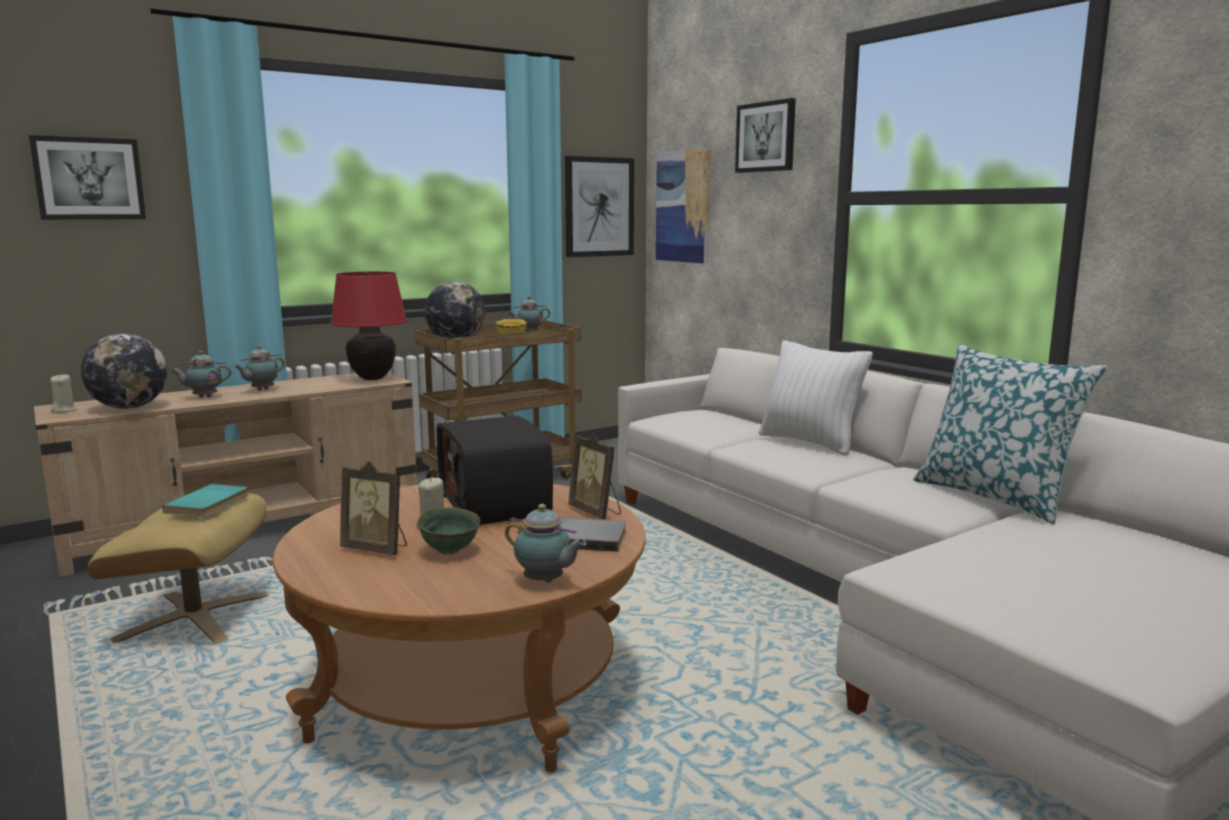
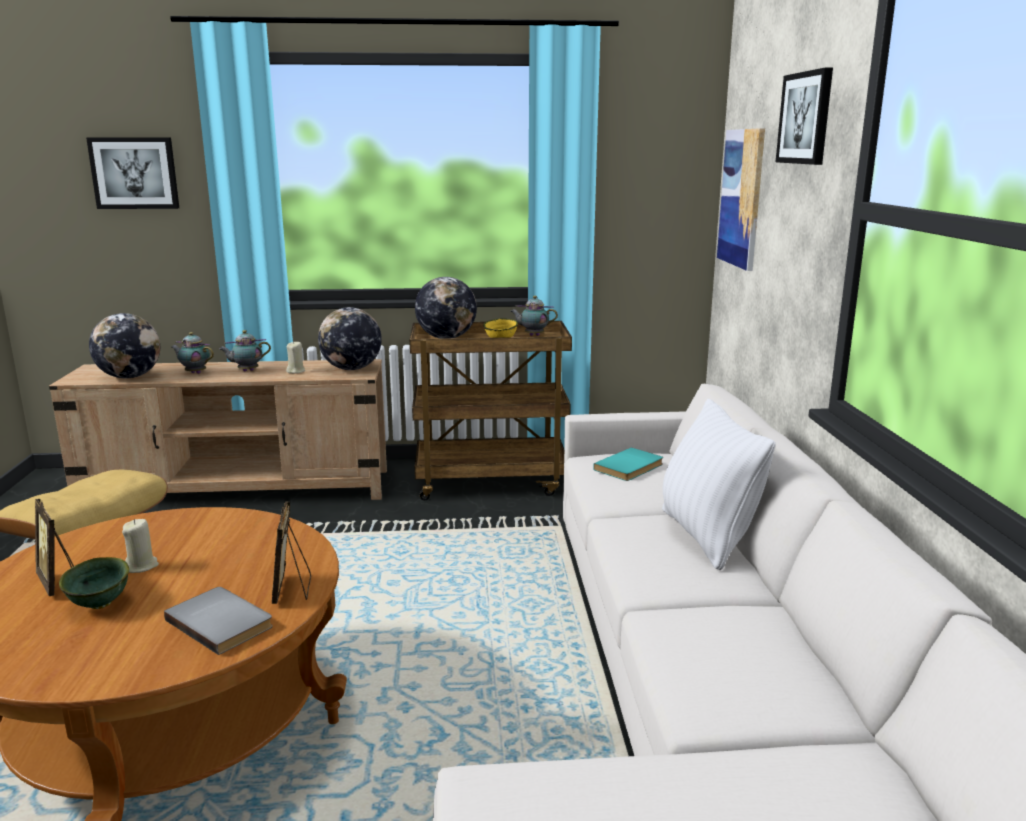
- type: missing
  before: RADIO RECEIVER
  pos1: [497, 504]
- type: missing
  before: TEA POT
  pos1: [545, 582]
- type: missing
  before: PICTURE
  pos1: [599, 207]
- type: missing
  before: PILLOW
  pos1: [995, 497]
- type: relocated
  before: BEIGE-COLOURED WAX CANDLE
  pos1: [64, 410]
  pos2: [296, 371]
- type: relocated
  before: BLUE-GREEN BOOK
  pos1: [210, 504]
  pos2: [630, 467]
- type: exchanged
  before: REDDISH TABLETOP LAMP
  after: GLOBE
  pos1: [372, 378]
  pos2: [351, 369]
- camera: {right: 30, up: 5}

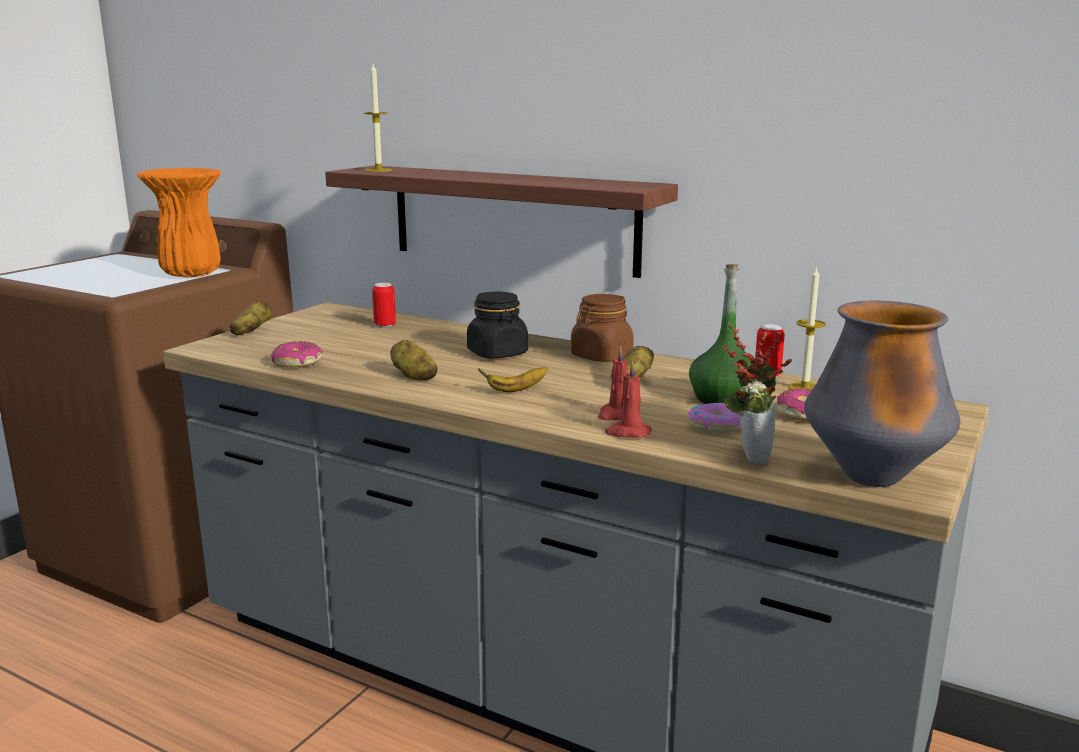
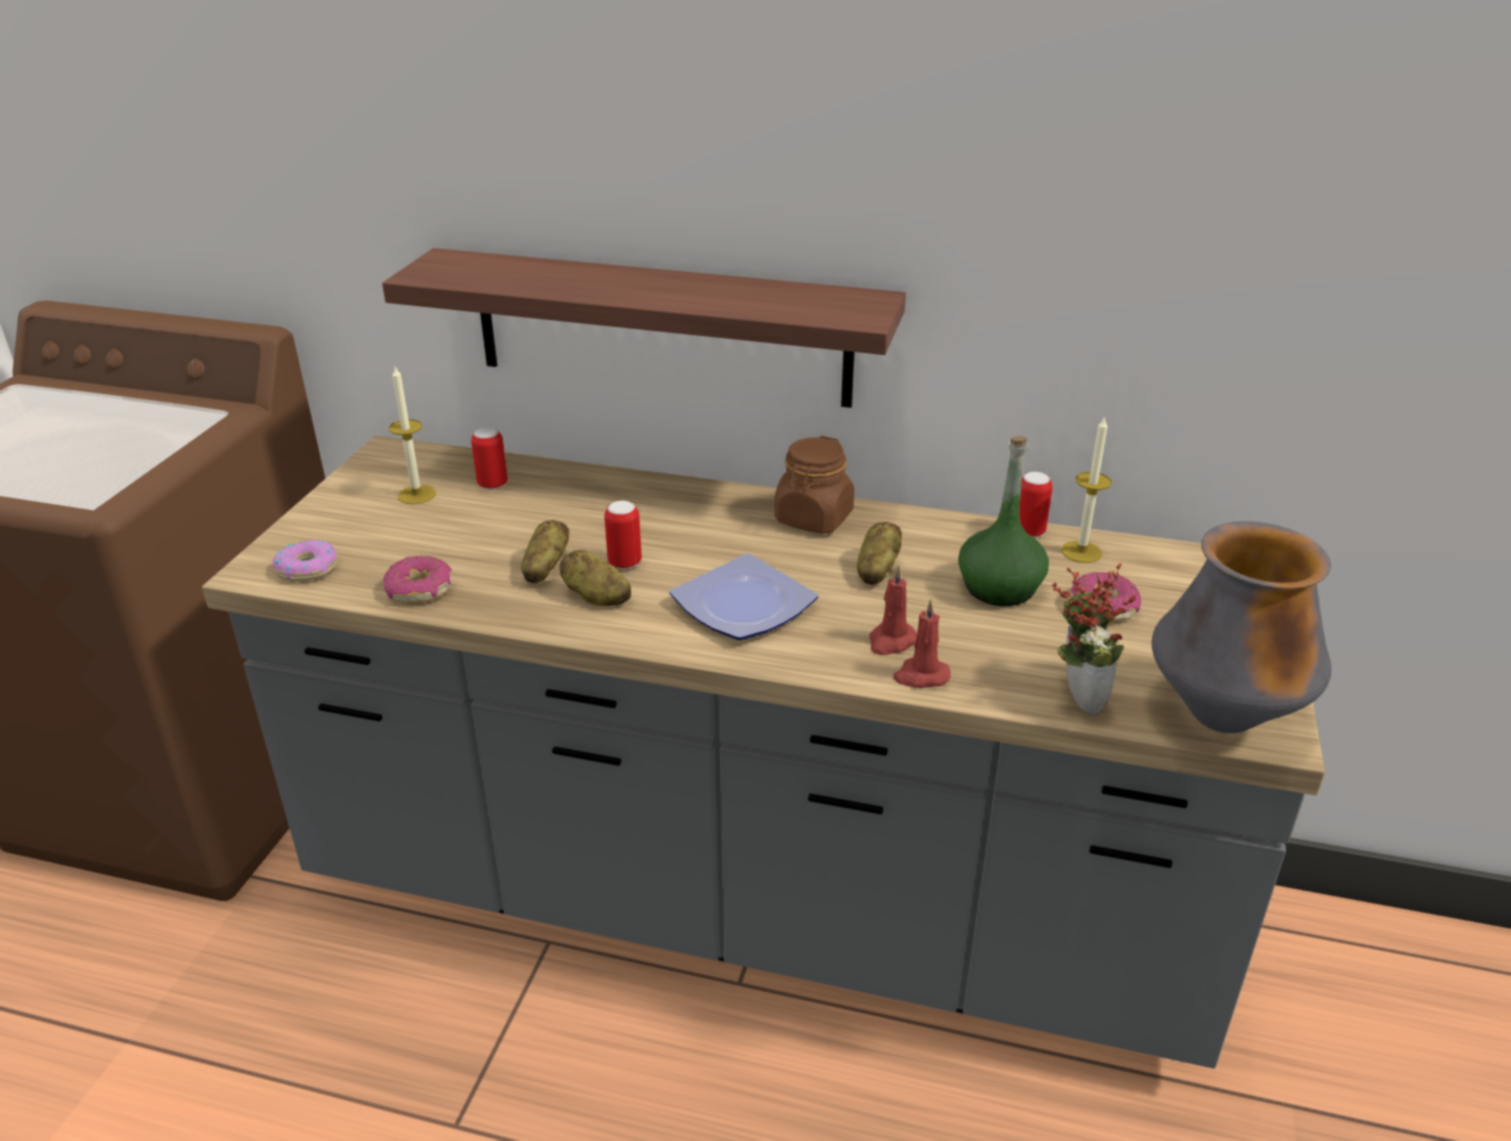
- type: missing
  before: ORANGEY DECORATIVE VASE
  pos1: [190, 274]
- type: missing
  before: BLACK PRESERVE JAR
  pos1: [498, 353]
- type: appeared
  after: METAL CAN
  pos2: [625, 563]
- type: relocated
  before: WHOLE POTATO
  pos1: [251, 332]
  pos2: [545, 568]
- type: relocated
  before: WAX CANDLE
  pos1: [378, 170]
  pos2: [417, 495]
- type: relocated
  before: DOUGHNUT
  pos1: [715, 426]
  pos2: [307, 569]
- type: exchanged
  before: BANANA FRUIT
  after: FLAT DISH
  pos1: [516, 390]
  pos2: [743, 607]
- camera: {right: -15, up: 15}

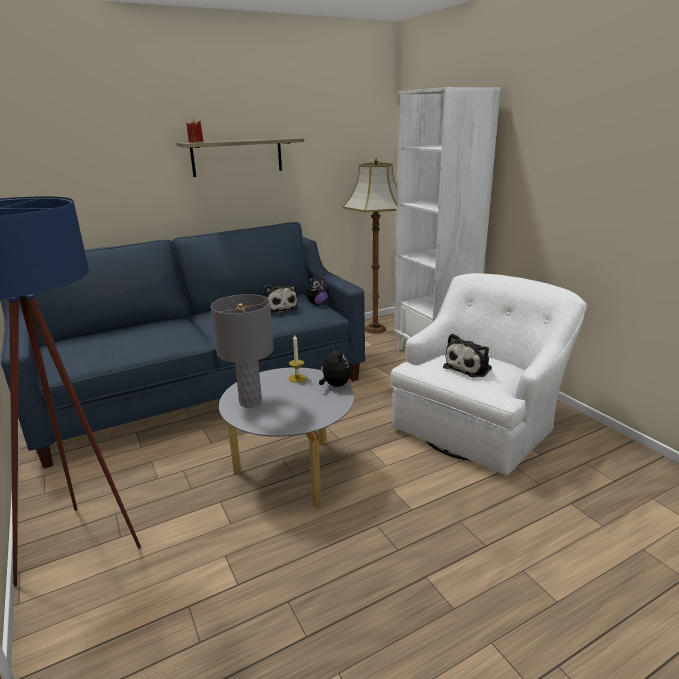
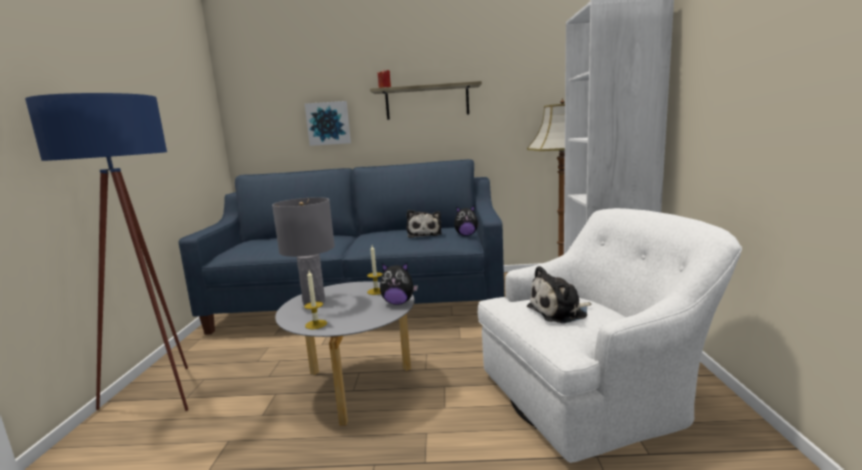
- type: appeared
  after: WAX CANDLE
  pos2: [316, 324]
- type: appeared
  after: PICTURE
  pos2: [328, 123]
- type: spun
  before: PLUSH TOY
  pos1: [334, 385]
  pos2: [398, 302]
  turn: 90
- camera: {right: 30, up: -10}

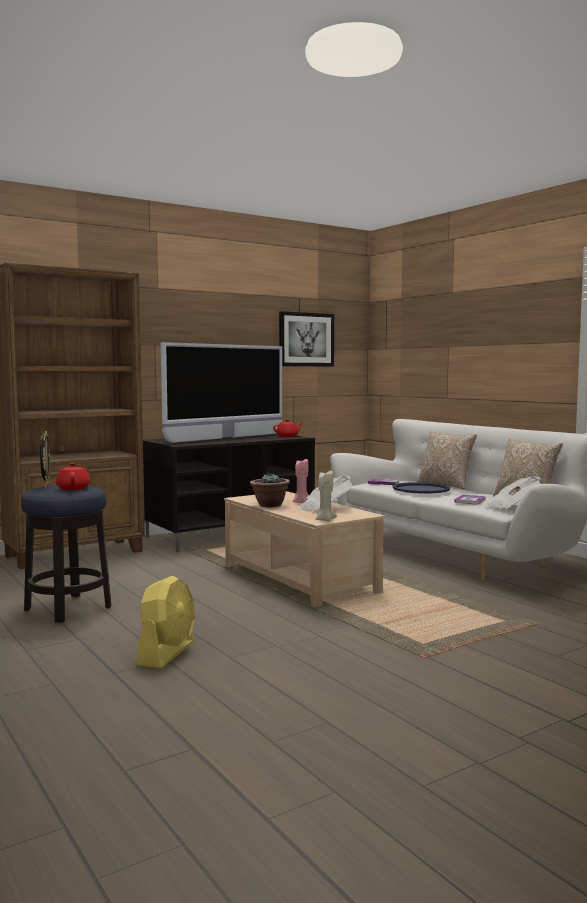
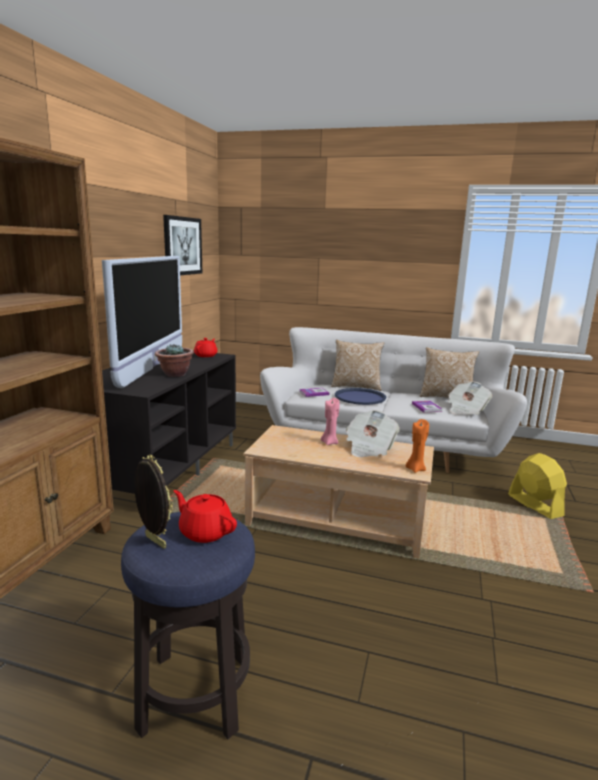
- type: relocated
  before: YELLOW ELECTRIC FAN
  pos1: [167, 653]
  pos2: [534, 505]
- type: relocated
  before: HOUSEPLANT
  pos1: [269, 505]
  pos2: [175, 374]
- type: colour
  before: BEIGE-COLOURED WAX CANDLE
  after: ORANGEY WAX CANDLE
  pos1: [325, 520]
  pos2: [415, 469]
- camera: {right: -40, up: 10}

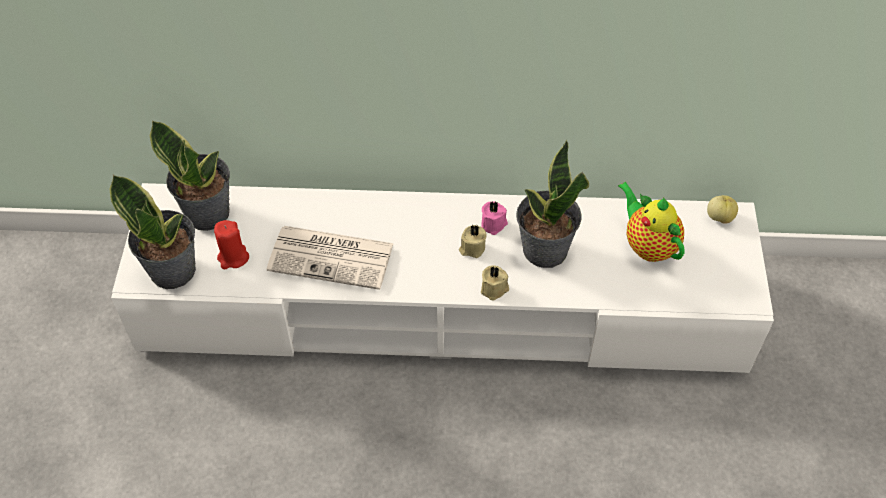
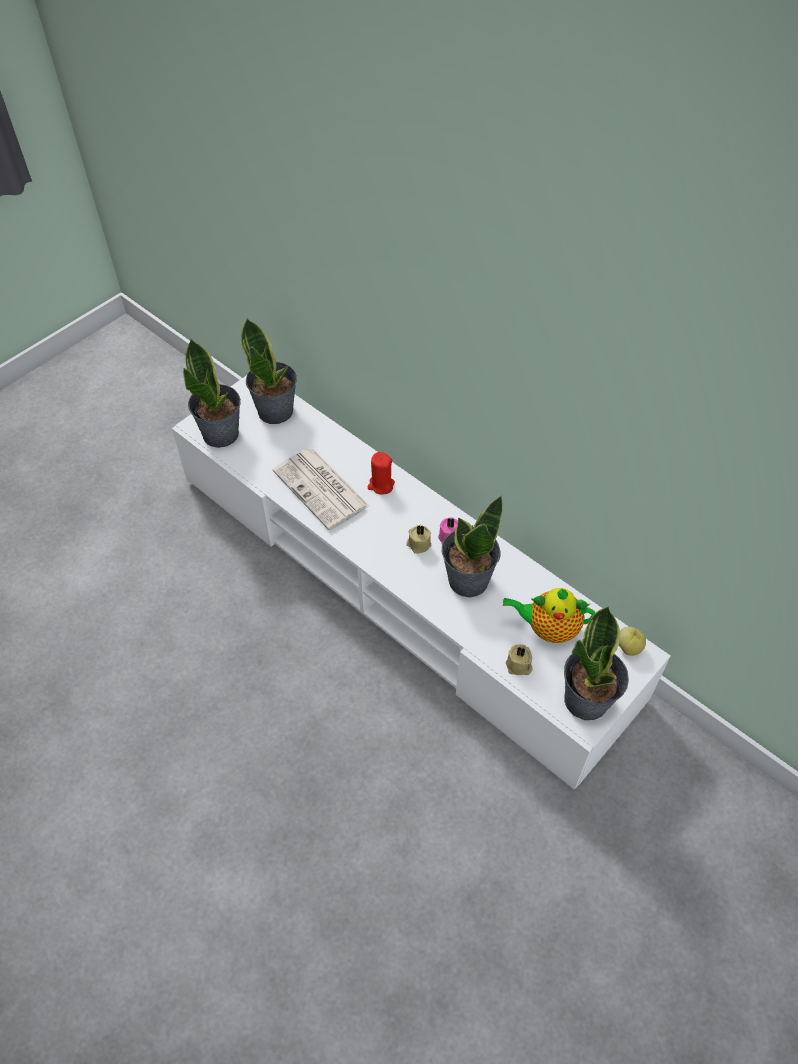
- type: appeared
  after: HOUSEPLANT
  pos2: [587, 700]
- type: relocated
  before: REDDISH WAX CANDLE
  pos1: [233, 257]
  pos2: [381, 485]
- type: relocated
  before: BEIGE-COLOURED WAX CANDLE
  pos1: [495, 289]
  pos2: [519, 666]
- type: spun
  before: TEA POT
  pos1: [648, 245]
  pos2: [548, 628]
  turn: -90
- camera: {right: 40, up: 0}

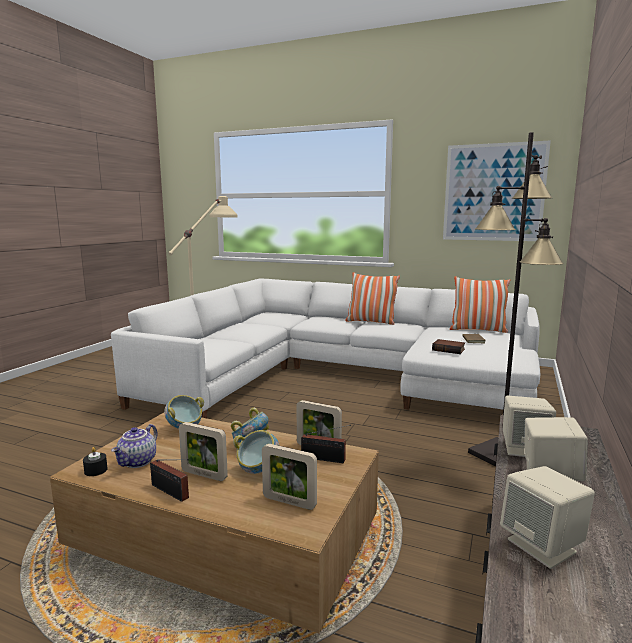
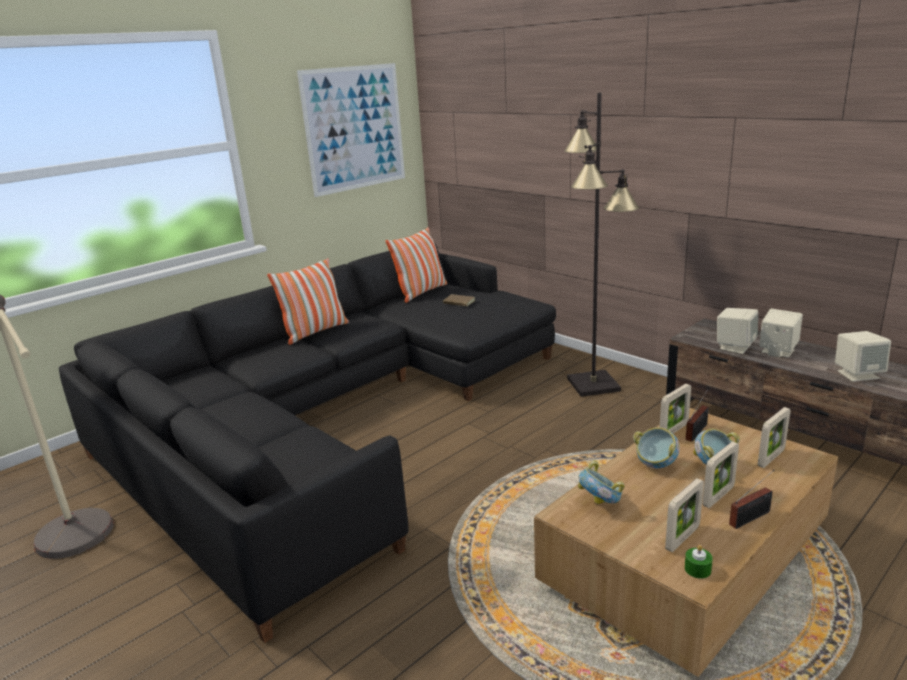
- type: missing
  before: BOOK
  pos1: [449, 349]
- type: exchanged
  before: TEA POT
  after: PICTURE FRAME
  pos1: [138, 462]
  pos2: [682, 538]
- type: colour
  before: BLACK WAX CANDLE
  after: GREEN WAX CANDLE
  pos1: [96, 470]
  pos2: [697, 569]
- type: colour
  before: WHITE SOFA
  after: BLACK SOFA
  pos1: [339, 375]
  pos2: [333, 416]
- camera: {right: -65, up: 10}

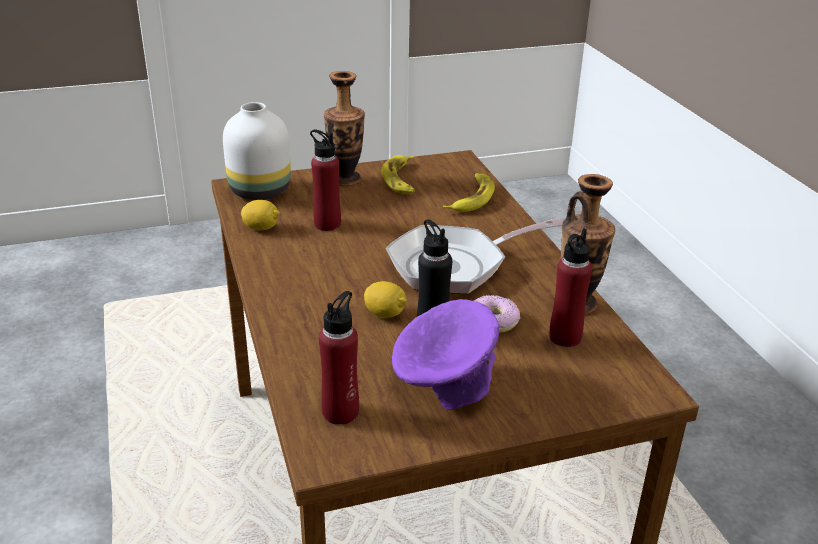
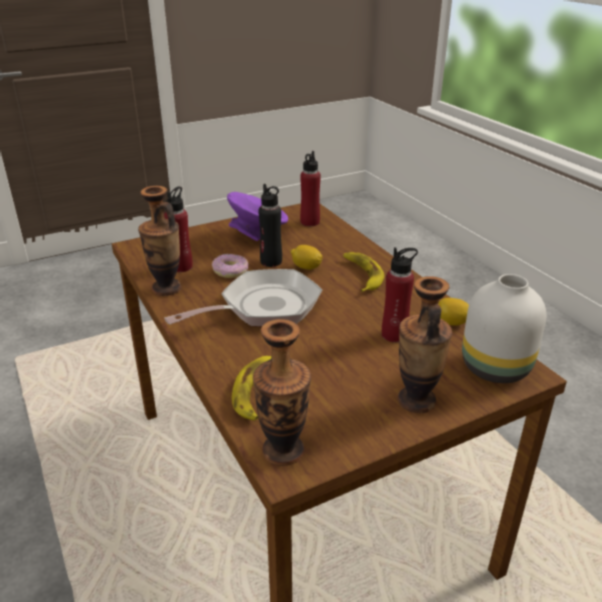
- type: appeared
  after: DECORATIVE VASE
  pos2: [283, 451]
- type: relocated
  before: BANANA FRUIT
  pos1: [401, 179]
  pos2: [362, 275]
- camera: {right: 170, up: 0}

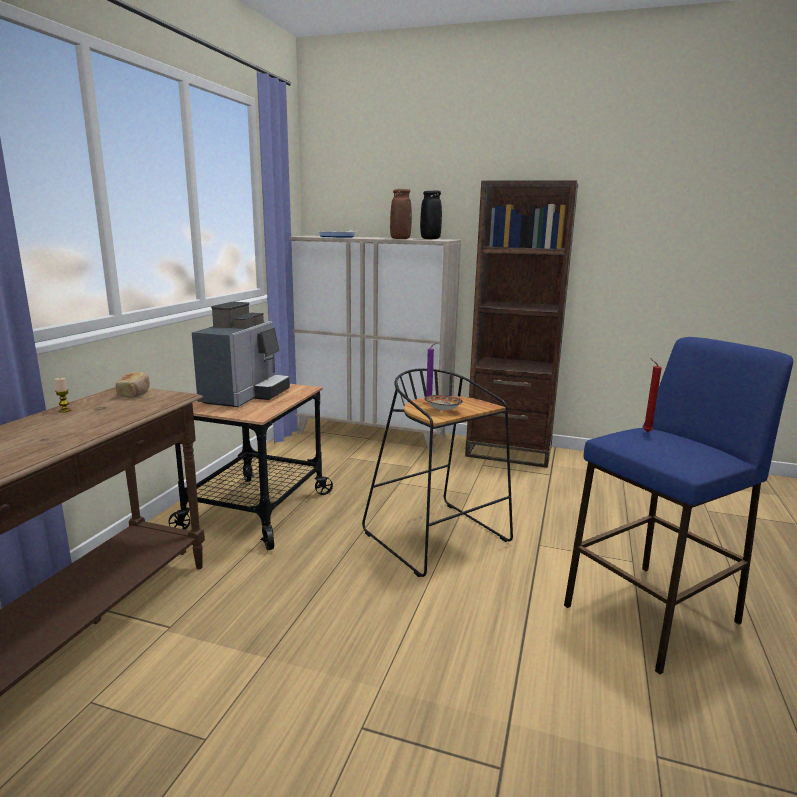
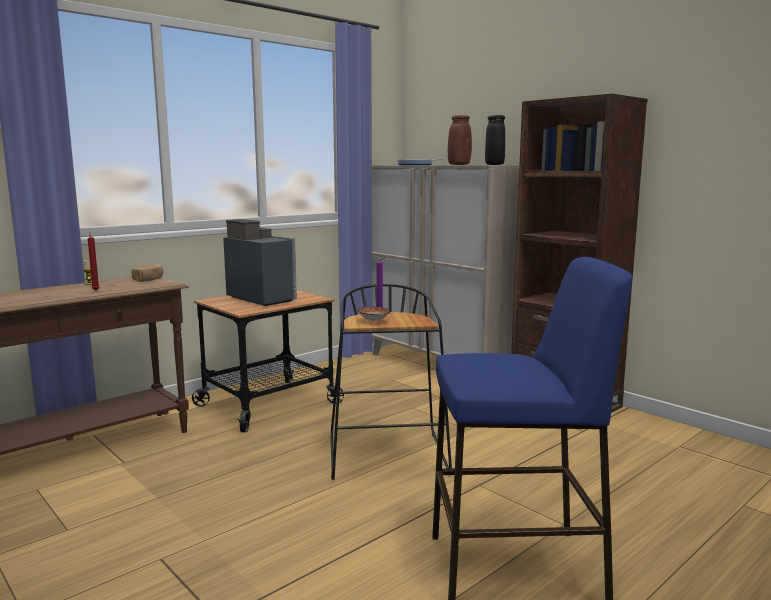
- type: relocated
  before: REDDISH WAX CANDLE
  pos1: [645, 431]
  pos2: [96, 290]
- type: spun
  before: COFFEE MACHINE
  pos1: [245, 395]
  pos2: [263, 298]
  turn: -90
- camera: {right: 30, up: -5}

